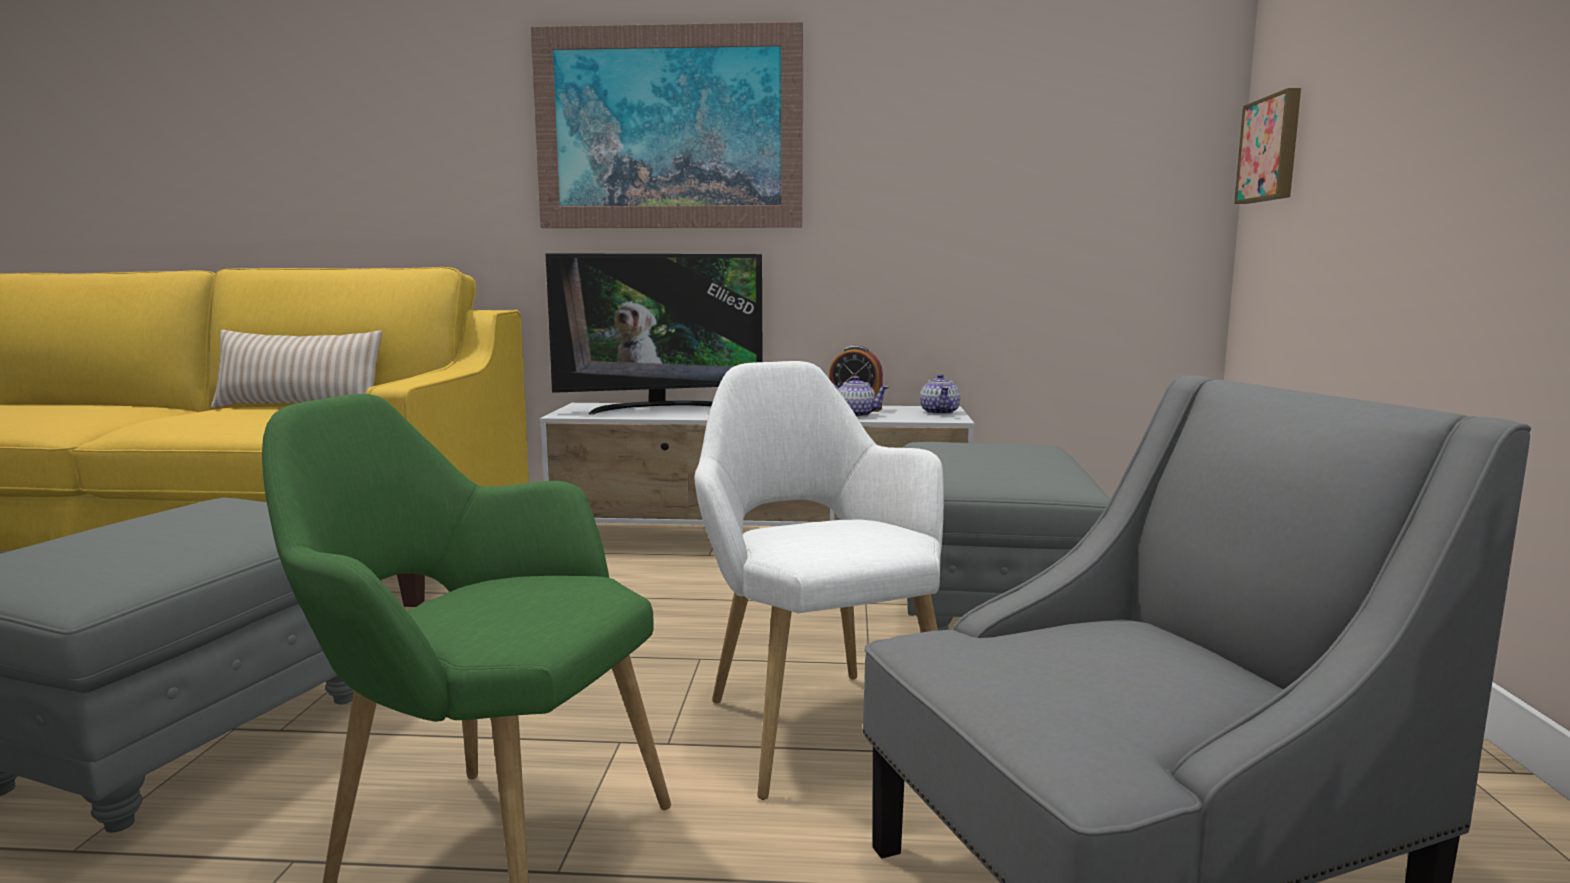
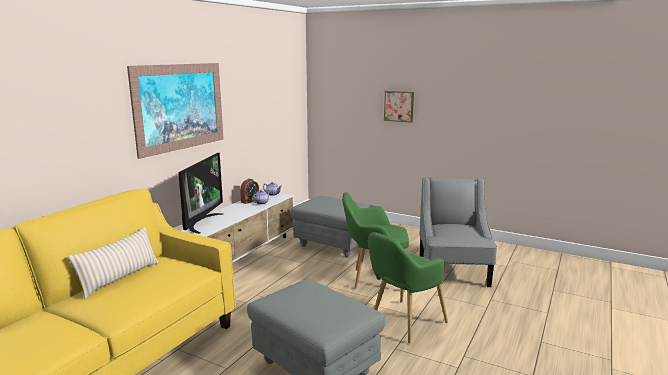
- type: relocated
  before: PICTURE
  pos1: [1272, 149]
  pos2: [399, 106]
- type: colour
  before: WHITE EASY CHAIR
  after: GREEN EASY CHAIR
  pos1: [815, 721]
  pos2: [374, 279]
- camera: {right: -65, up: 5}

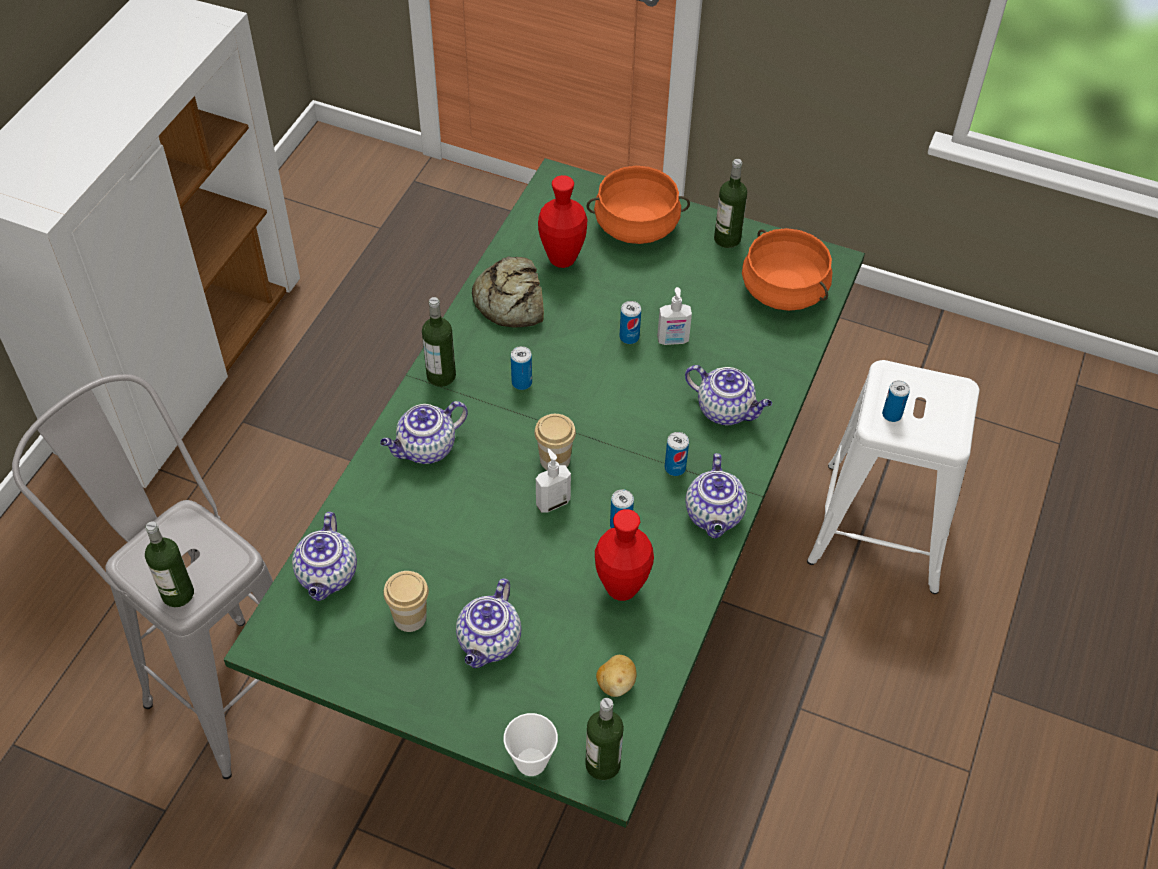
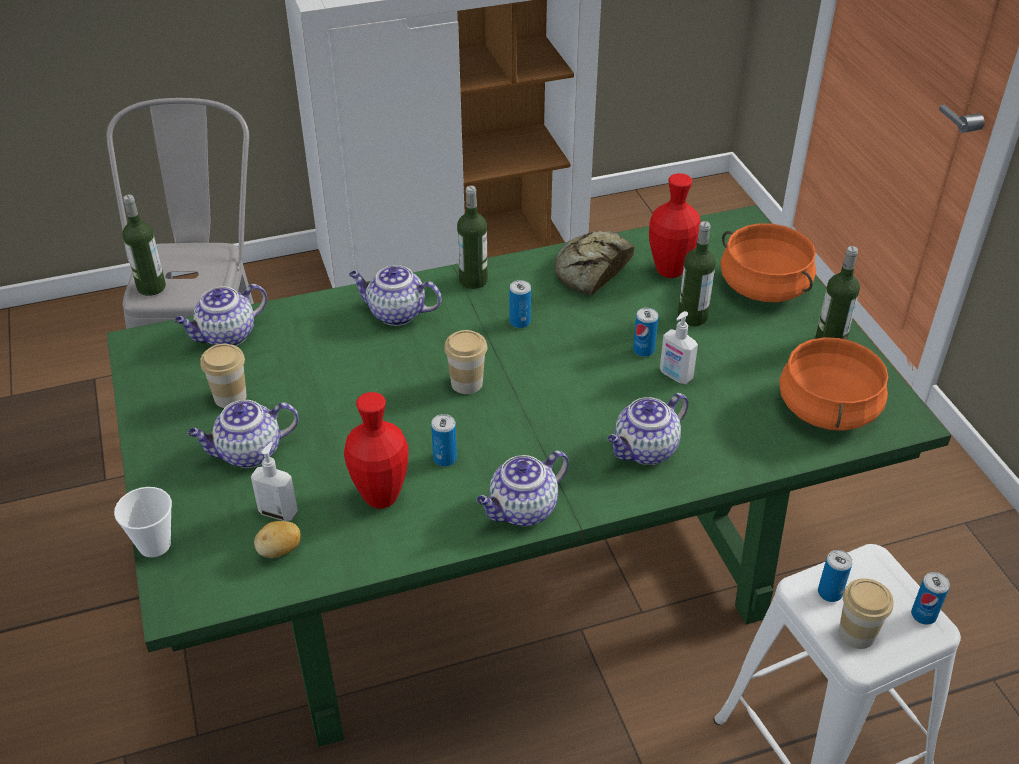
- type: appeared
  after: DRINKING CUP
  pos2: [856, 633]
- type: relocated
  before: SOAP DISPENSER
  pos1: [552, 502]
  pos2: [278, 512]
- type: relocated
  before: DRINK BOTTLE
  pos1: [603, 764]
  pos2: [692, 317]
- type: relocated
  before: METAL CAN
  pos1: [675, 468]
  pos2: [923, 615]
- type: spun
  before: TEA POT
  pos1: [726, 410]
  pos2: [645, 451]
  turn: 60
- camera: {right: 50, up: -10}

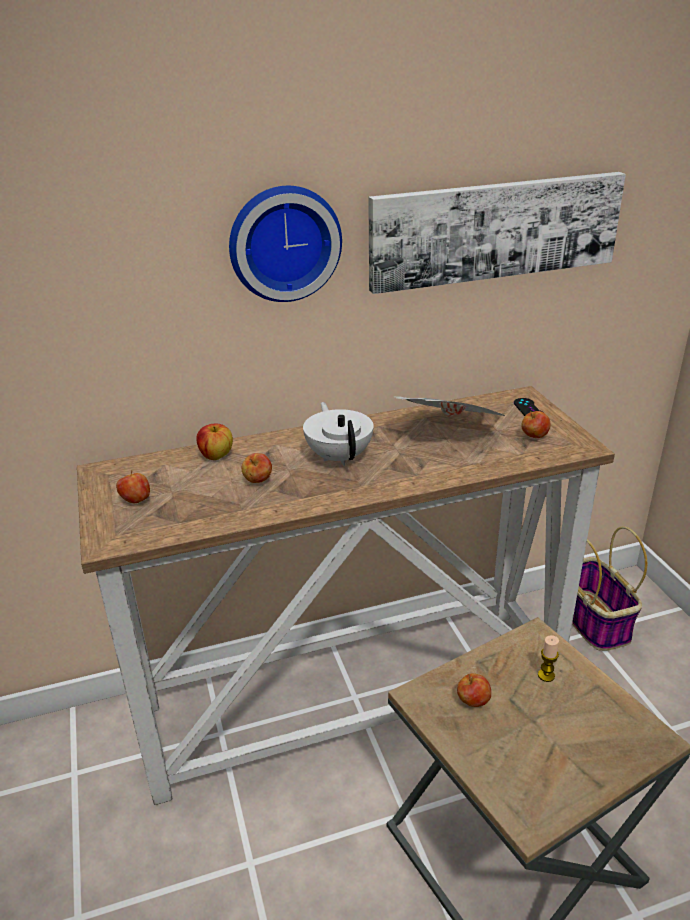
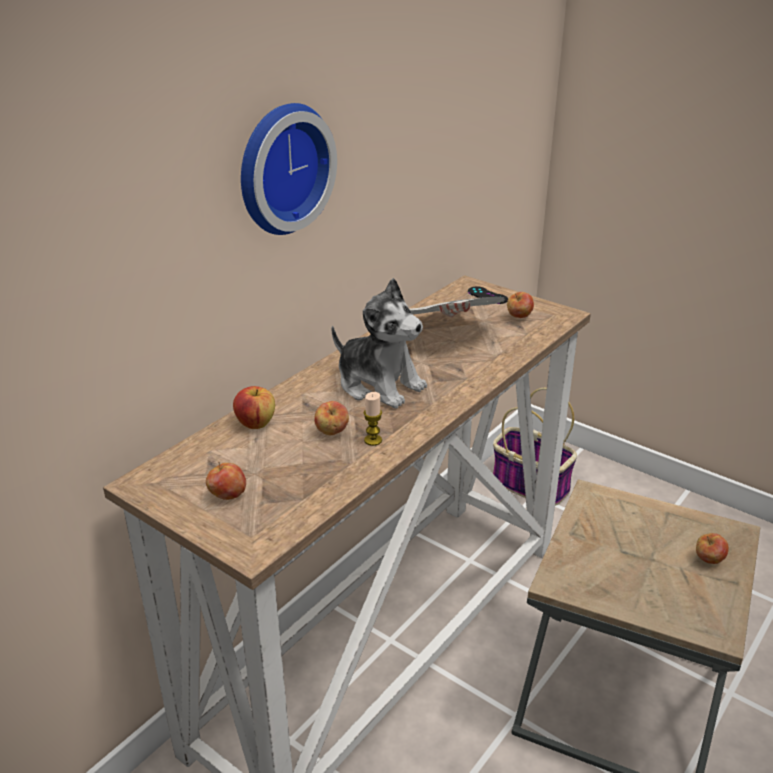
- type: missing
  before: PICTURE
  pos1: [495, 230]
- type: relocated
  before: WHOLE APPLE
  pos1: [473, 702]
  pos2: [709, 560]
- type: relocated
  before: WAX CANDLE
  pos1: [546, 675]
  pos2: [373, 440]
- type: exchanged
  before: WHITE TEA POT
  after: PLUSH TOY
  pos1: [339, 456]
  pos2: [379, 385]
- camera: {right: -35, up: 0}

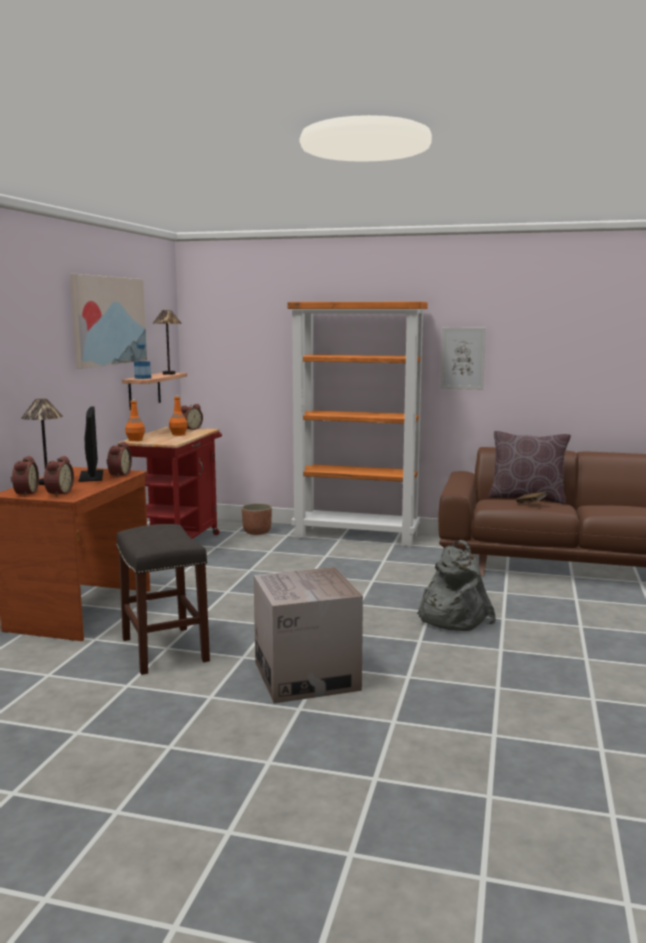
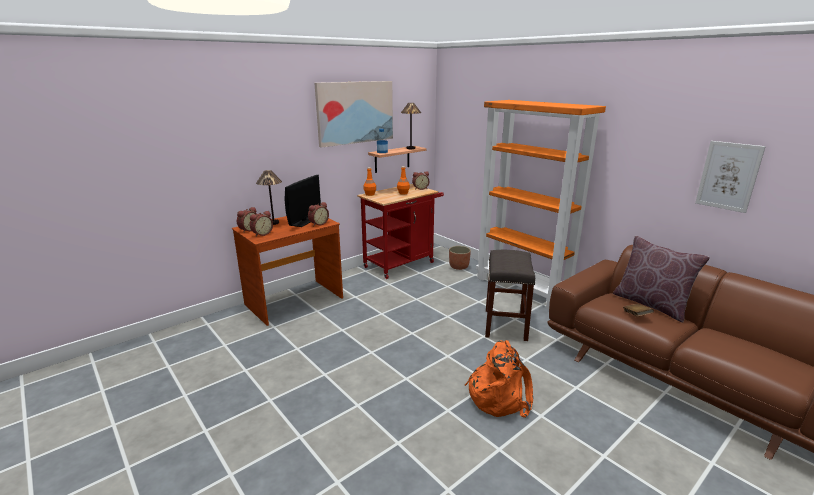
- type: missing
  before: CARDBOARD BOX
  pos1: [306, 676]
- type: relocated
  before: GREYISH STOOL
  pos1: [165, 650]
  pos2: [506, 325]
- type: relocated
  before: PICTURE
  pos1: [462, 358]
  pos2: [728, 176]
- type: colour
  before: GREYISH BACKPACK
  after: ORANGEY BACKPACK
  pos1: [451, 617]
  pos2: [499, 396]
- camera: {right: 35, up: 10}

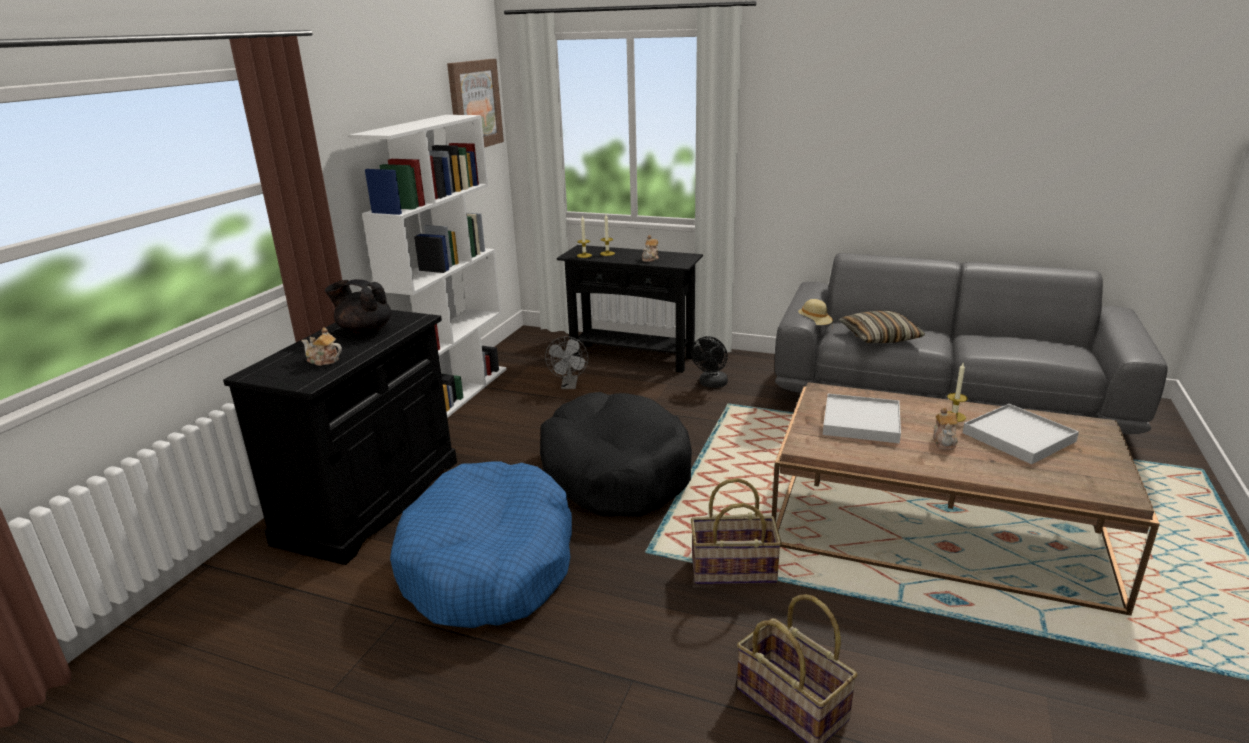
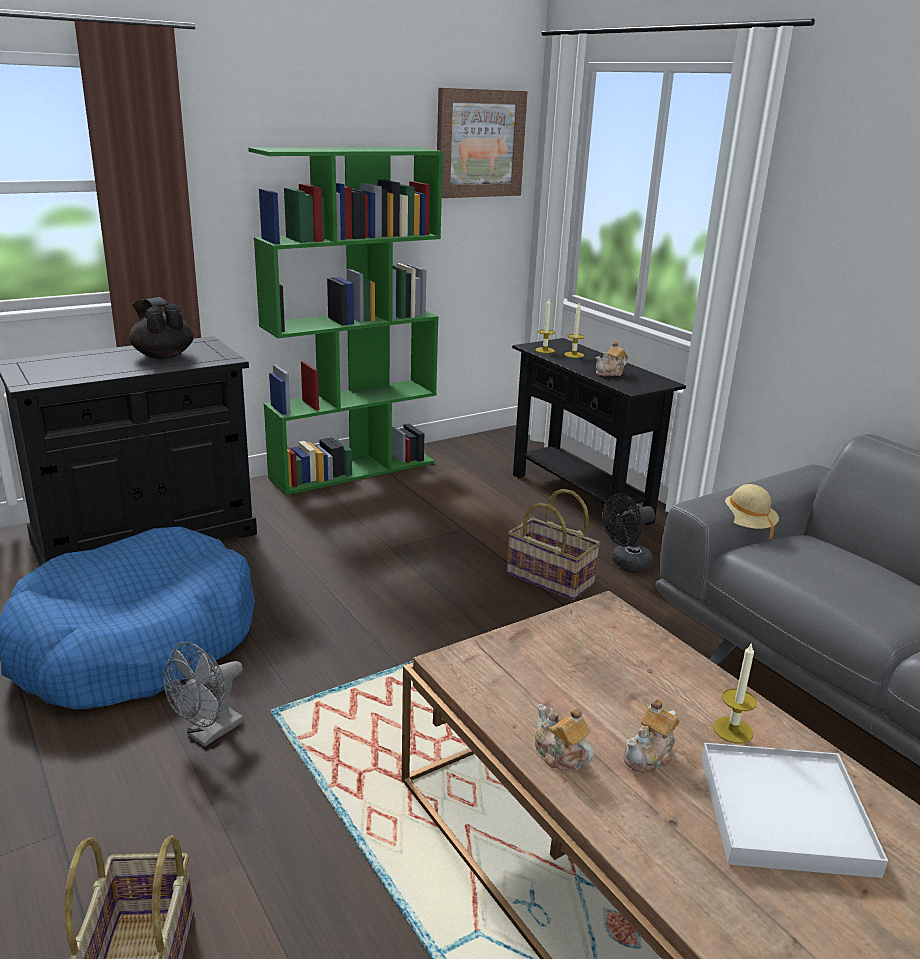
- type: missing
  before: BLACK DOG CUSHION
  pos1: [615, 472]
- type: missing
  before: WHITE SERVING TRAY
  pos1: [861, 422]
- type: missing
  before: PILLOW
  pos1: [879, 337]
- type: relocated
  before: TEA POT
  pos1: [323, 361]
  pos2: [559, 755]
- type: relocated
  before: GREYISH ELECTRIC FAN
  pos1: [569, 386]
  pos2: [209, 734]
- type: relocated
  before: HOUSEHOLD BASKET
  pos1: [733, 570]
  pos2: [548, 579]
- type: colour
  before: WHITE BOOKCASE
  after: GREEN BOOKCASE
  pos1: [455, 394]
  pos2: [353, 469]
- camera: {right: 35, up: 0}

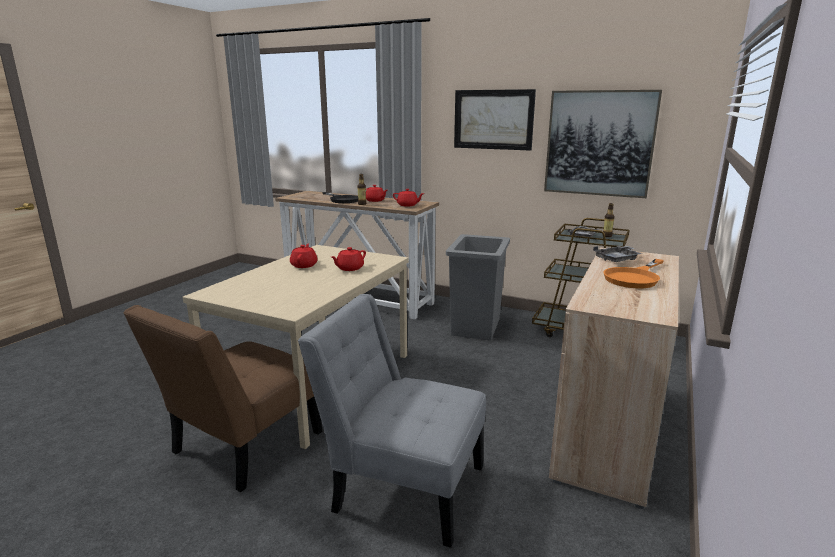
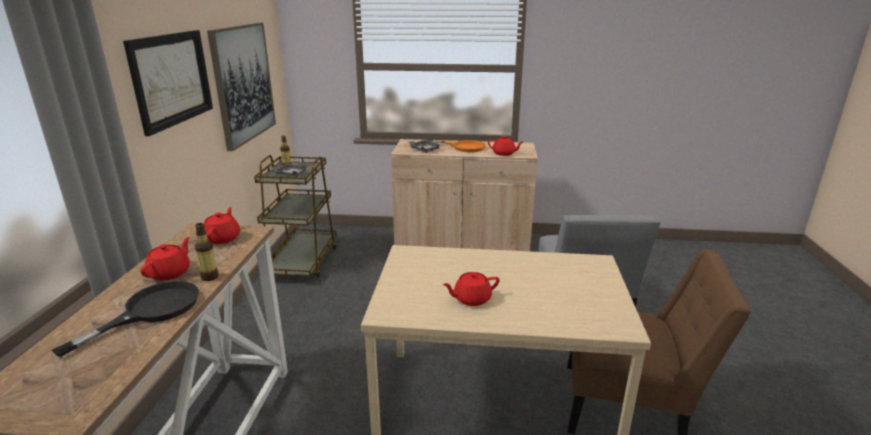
- type: missing
  before: GREYISH TRASH CAN
  pos1: [476, 326]
- type: relocated
  before: REDDISH TEA POT
  pos1: [349, 268]
  pos2: [504, 153]
- camera: {right: -110, up: 5}

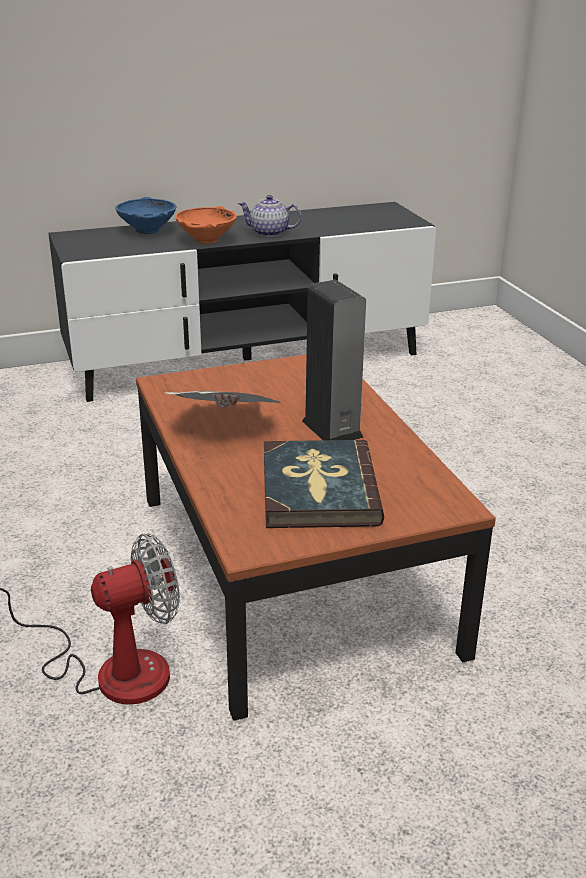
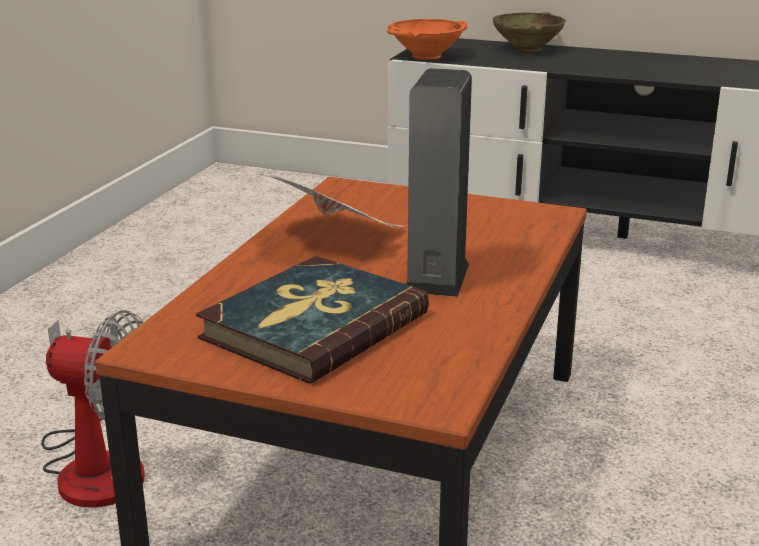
- type: missing
  before: TEA POT
  pos1: [269, 233]
- type: relocated
  before: ORANGEY DEEP DISH
  pos1: [206, 240]
  pos2: [426, 56]
- type: colour
  before: BLUE-COLOURED DEEP DISH
  after: BEIGE-COLOURED DEEP DISH
  pos1: [147, 230]
  pos2: [527, 49]
- camera: {right: 40, up: -5}

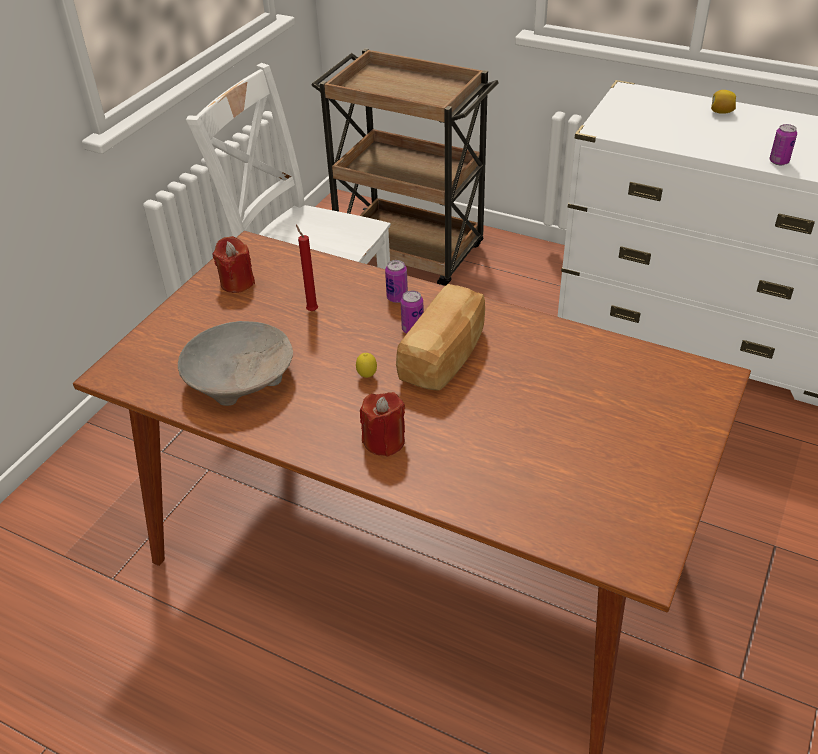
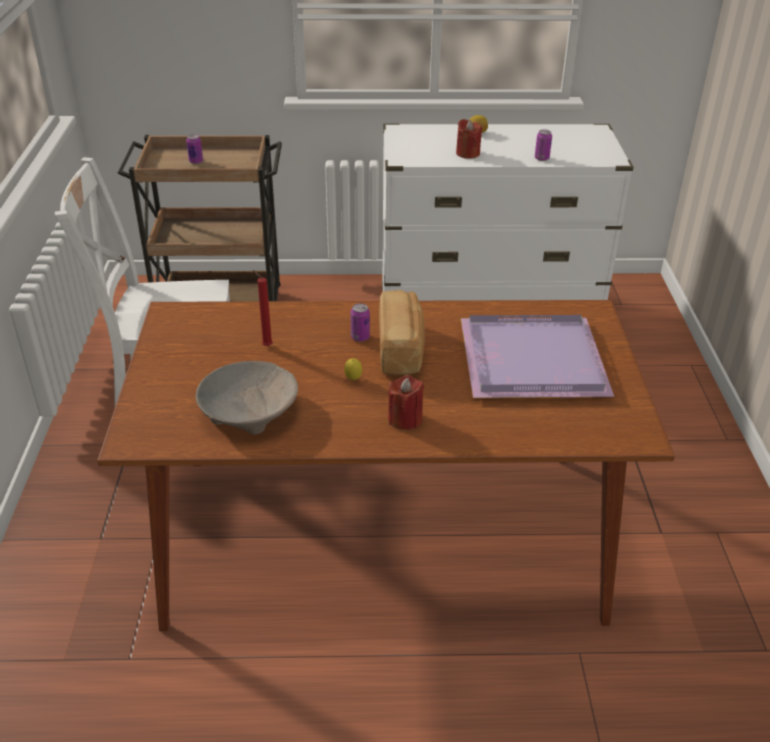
- type: appeared
  after: PURPLE-COLOURED SERVING TRAY
  pos2: [529, 359]
- type: relocated
  before: REDDISH WAX CANDLE
  pos1: [237, 283]
  pos2: [467, 153]
- type: relocated
  before: METAL CAN
  pos1: [397, 298]
  pos2: [196, 161]
- camera: {right: -30, up: -5}

